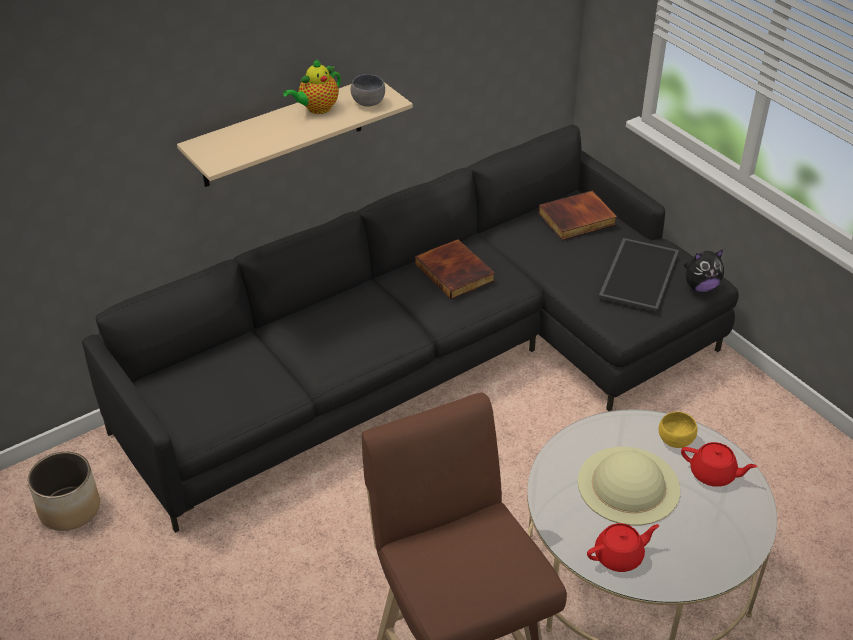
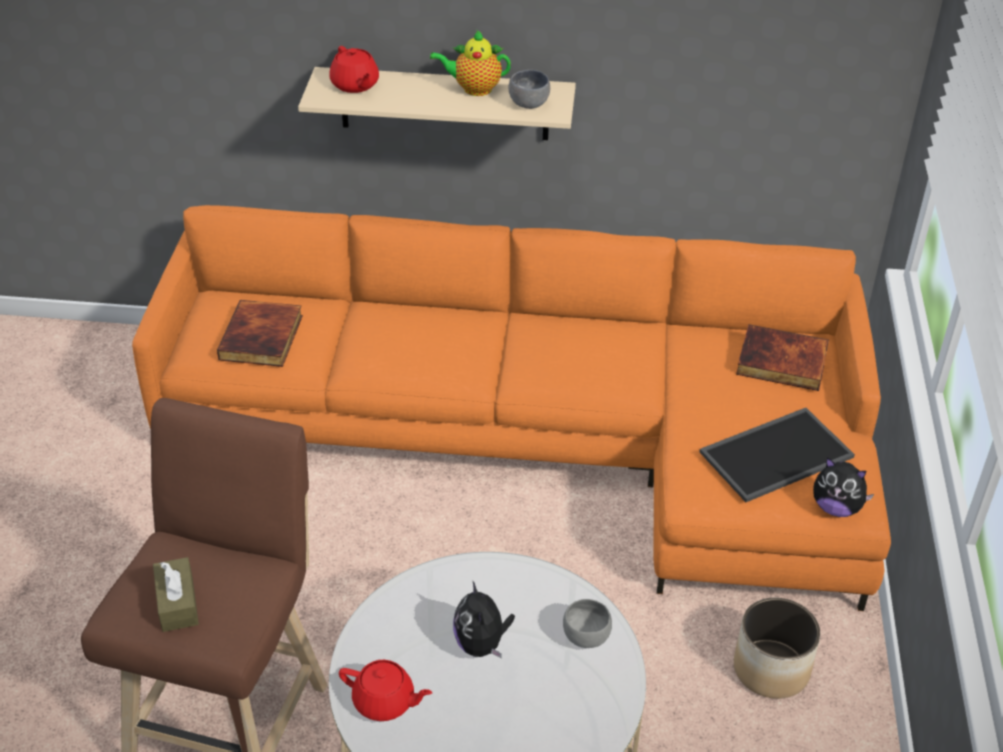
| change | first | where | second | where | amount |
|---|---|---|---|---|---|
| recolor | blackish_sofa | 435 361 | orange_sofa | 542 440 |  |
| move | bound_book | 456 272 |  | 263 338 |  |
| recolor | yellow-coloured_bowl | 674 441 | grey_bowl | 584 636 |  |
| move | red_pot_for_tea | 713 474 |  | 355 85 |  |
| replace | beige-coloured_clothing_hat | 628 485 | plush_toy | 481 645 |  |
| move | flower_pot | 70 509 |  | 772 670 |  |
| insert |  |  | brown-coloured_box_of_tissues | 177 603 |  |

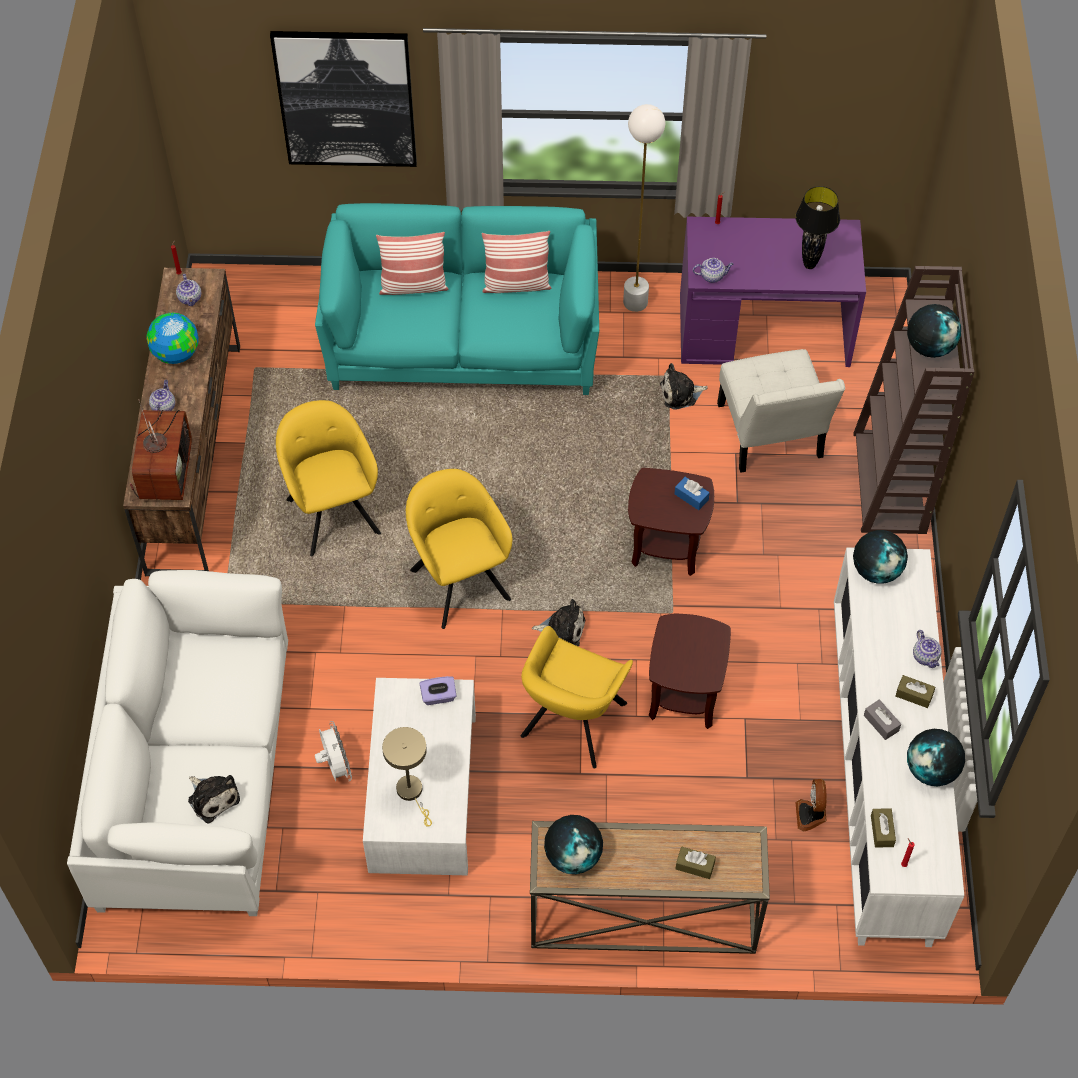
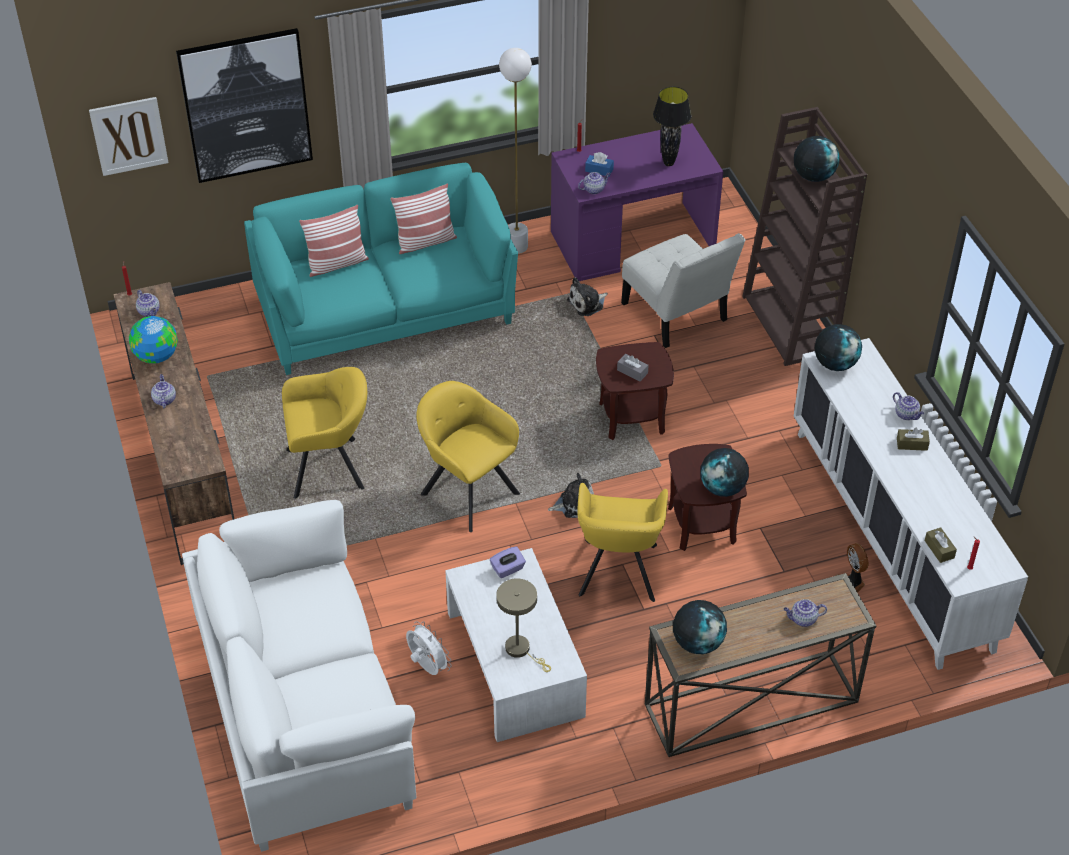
| change | first | where | second | where | amount |
|---|---|---|---|---|---|
| delete | television | 164 470 |  |  |  |
| rotate | yellow-coloured_easy_chair | 333 512 |  | 330 468 | 120 degrees clockwise |
| move | bluish_box_of_tissues | 691 497 |  | 599 170 |  |
| move | grey_box_of_tissues | 881 723 |  | 632 371 |  |
| move | world_globe | 931 770 |  | 723 488 |  |
| delete | plush_toy | 212 797 |  |  |  |
| replace | brown-coloured_box_of_tissues | 695 866 | pot_for_tea | 803 619 |  |
| insert |  |  | wall_picture | 129 136 |  |

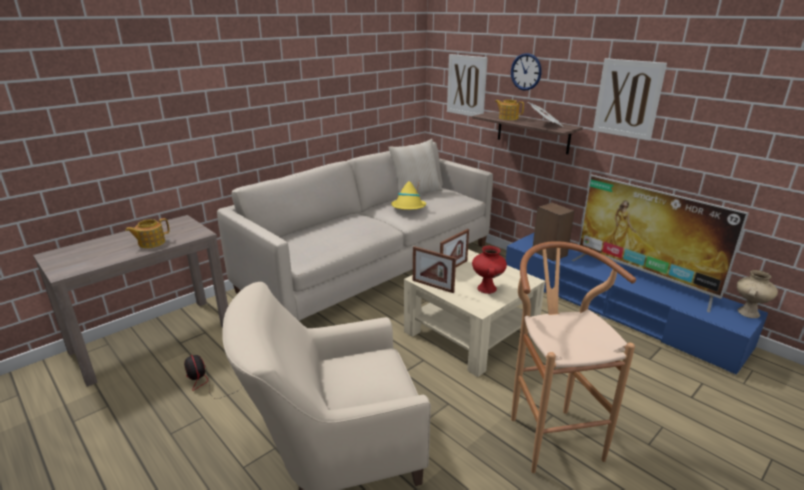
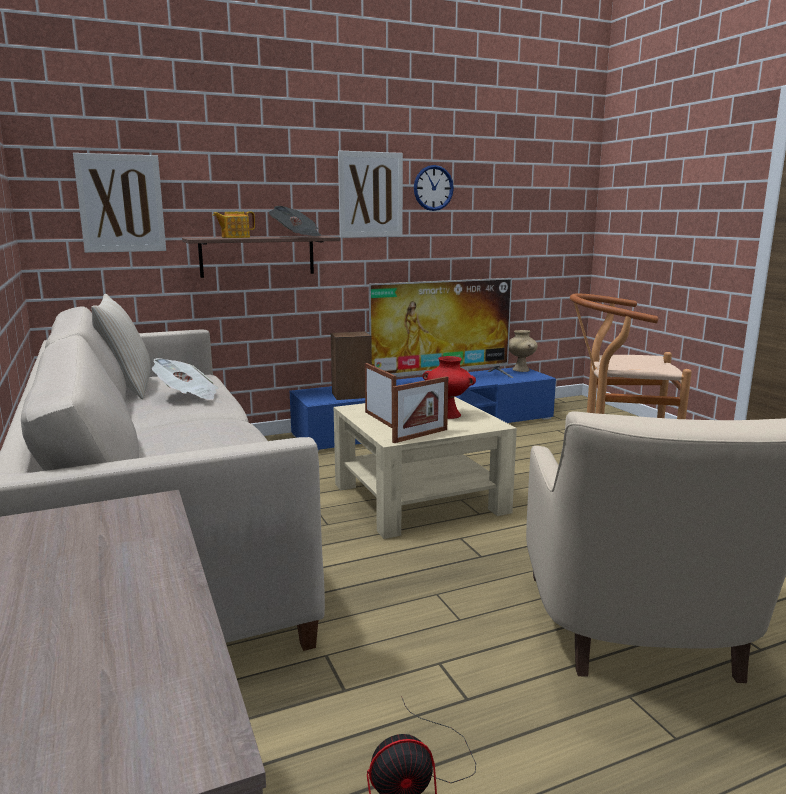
| change | first | where | second | where | amount |
|---|---|---|---|---|---|
| move | hanging_clock | 526 72 |  | 433 188 |  |
| replace | yellow-coloured_clothing_hat | 408 207 | newspaper | 188 395 |  |
| delete | pot_for_tea | 151 243 |  |  |  |

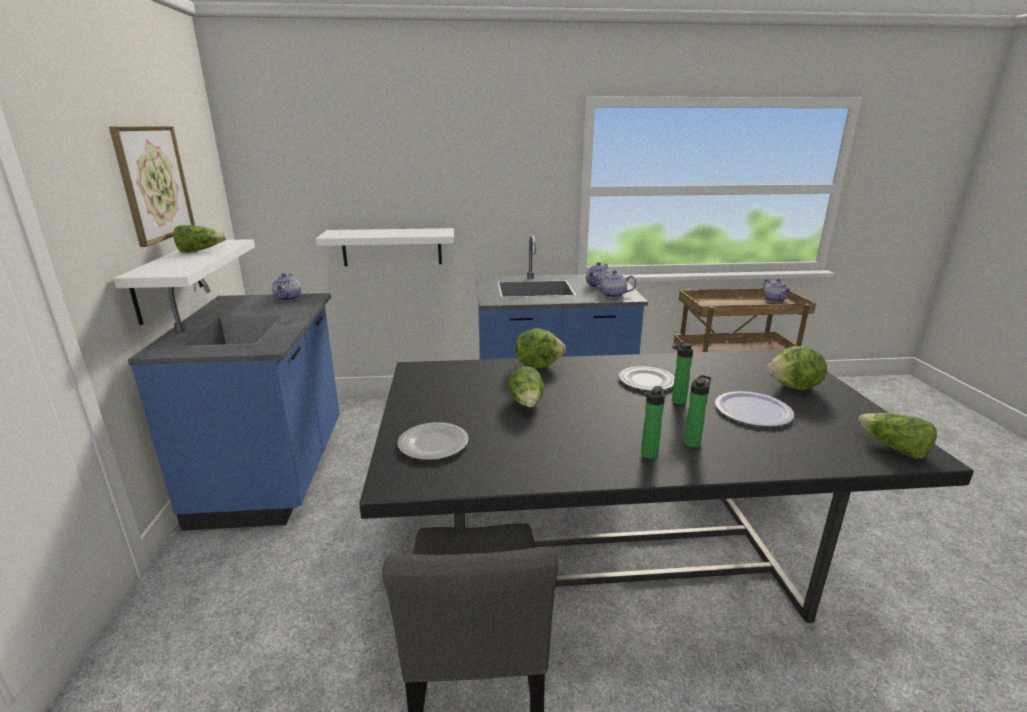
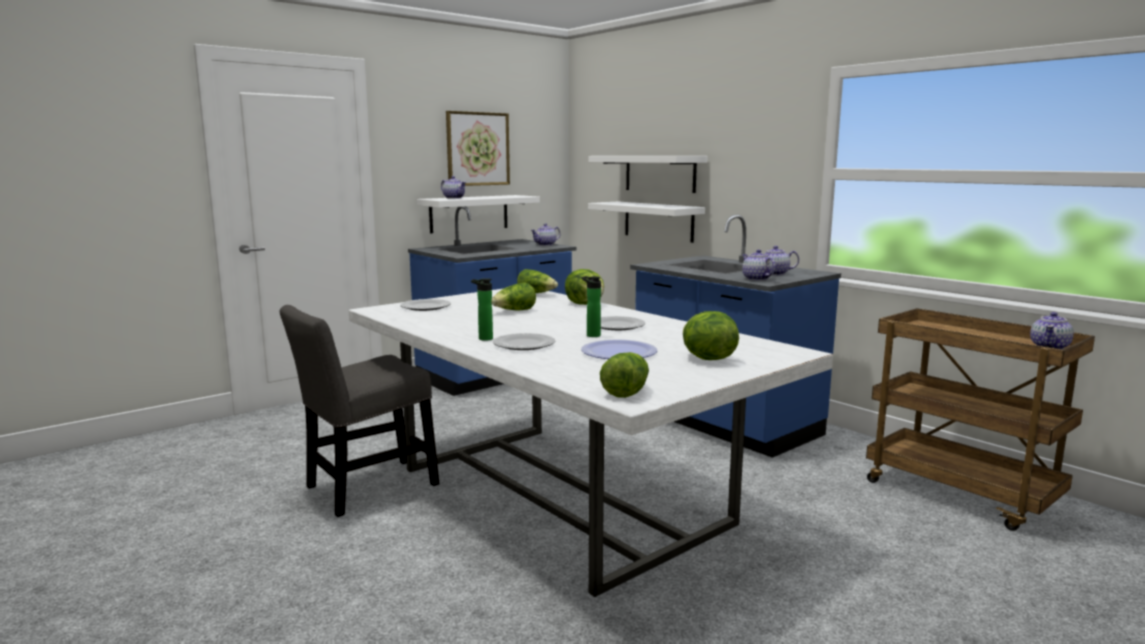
| change | first | where | second | where | amount |
|---|---|---|---|---|---|
| move | lettuce | 200 251 |  | 536 294 |  |
| recolor | blackish_dining_table | 619 559 | white-coloured_dining_table | 561 497 |  |
| replace | drink_bottle | 693 442 | plate | 524 344 |  |
| insert |  |  | white-coloured_wall_shelf | 660 173 |  |
| insert |  |  | pot_for_tea | 454 198 |  |

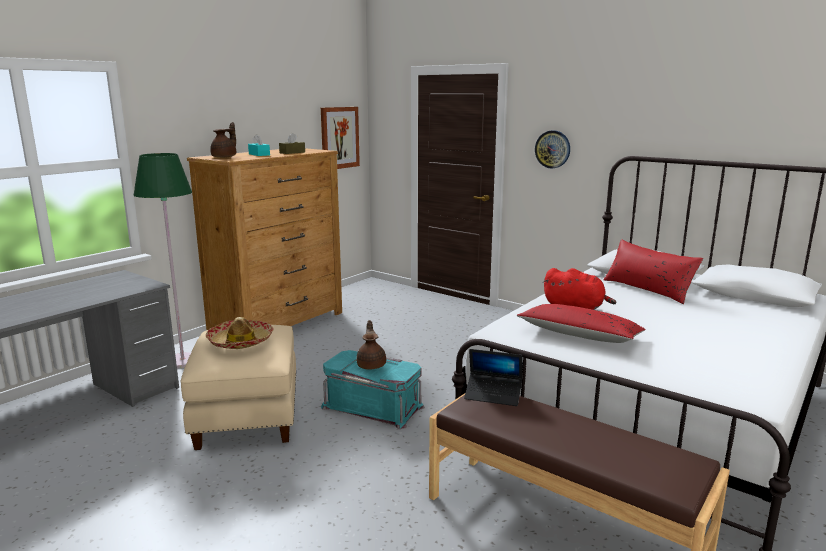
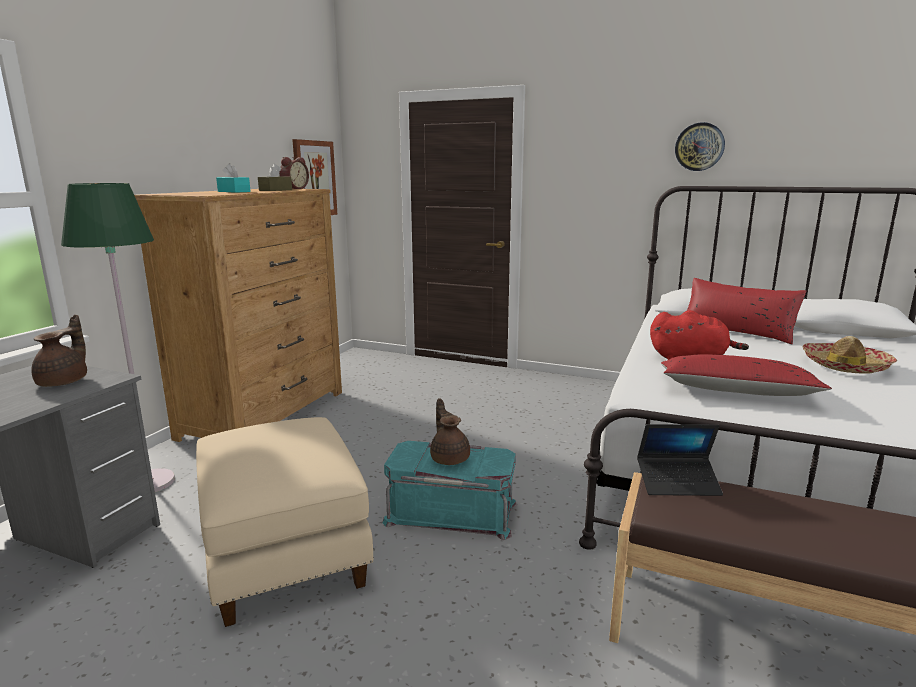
| change | first | where | second | where | amount |
|---|---|---|---|---|---|
| move | brown-coloured_pot_for_tea | 225 157 |  | 65 381 |  |
| move | hanging_clock | 552 149 |  | 699 147 |  |
| move | clothing_hat | 241 341 |  | 845 366 |  |
| insert |  |  | alarm_clock | 294 188 |  |

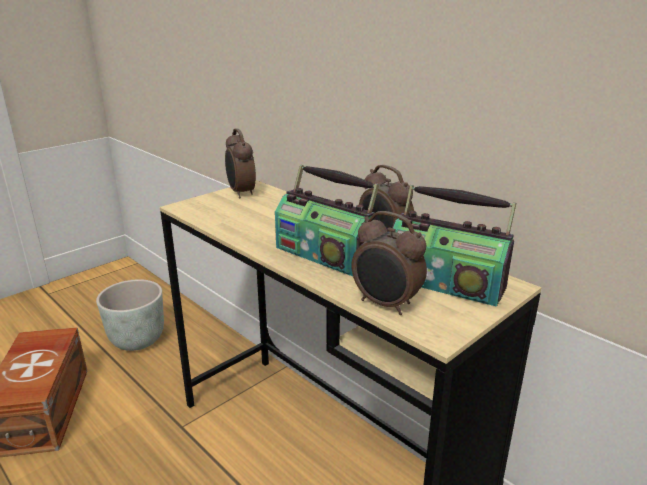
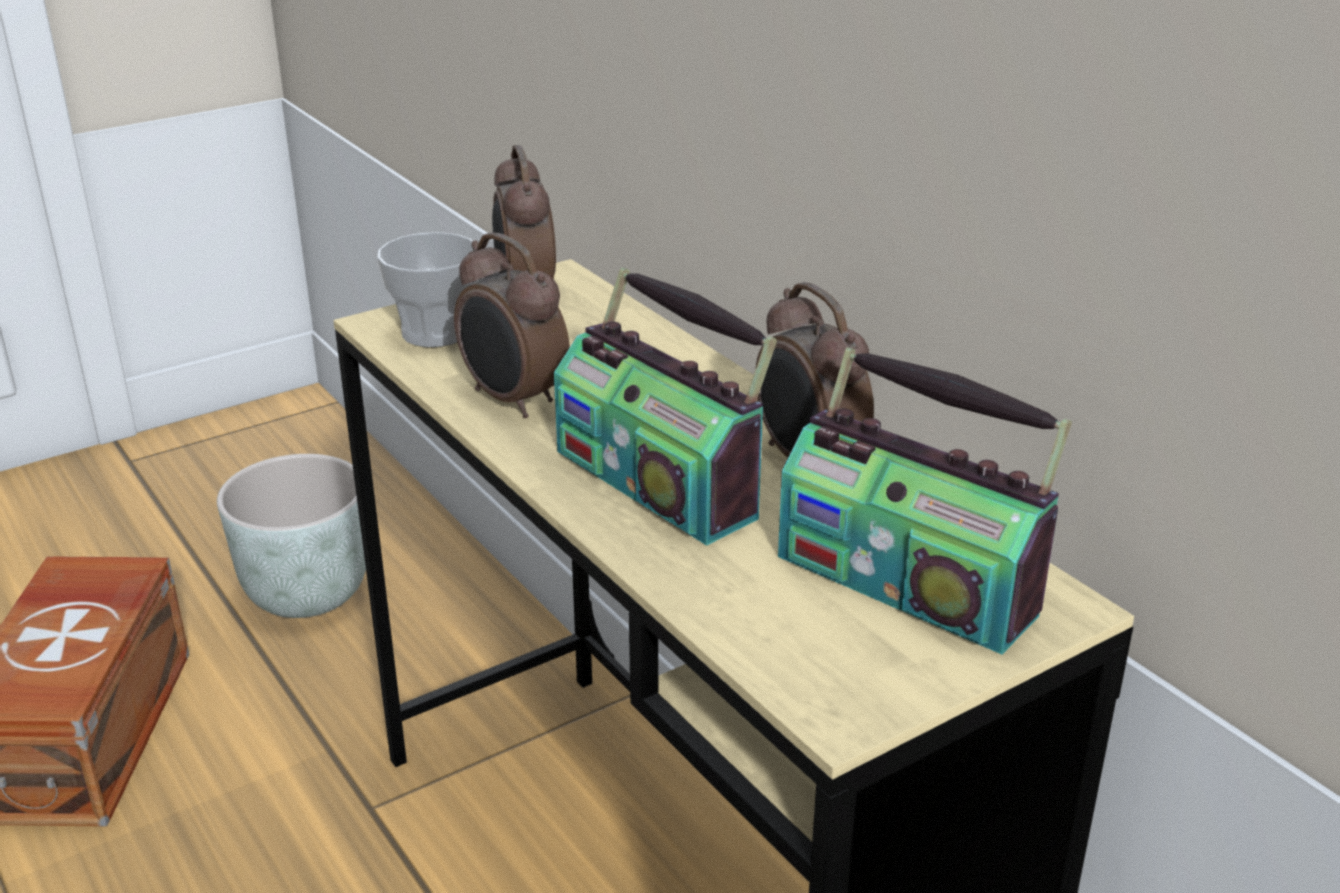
| change | first | where | second | where | amount |
|---|---|---|---|---|---|
| move | alarm_clock | 385 305 |  | 512 400 |  |
| insert |  |  | drinking_cup | 435 332 |  |

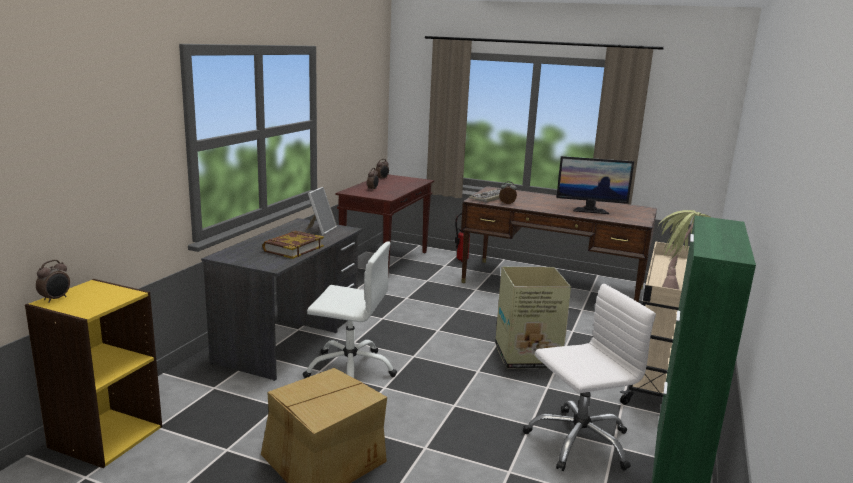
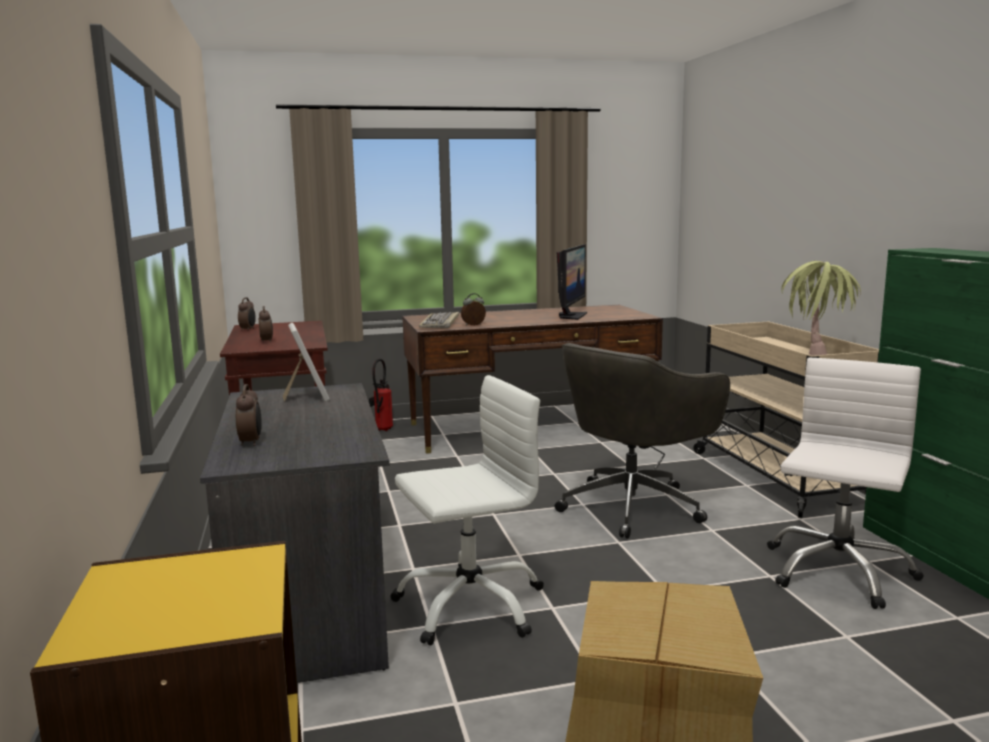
| change | first | where | second | where | amount |
|---|---|---|---|---|---|
| rotate | monitor | 590 210 |  | 571 316 | 45 degrees counterclockwise |
| delete | bound_book | 293 248 |  |  |  |
| move | alarm_clock | 56 299 |  | 251 442 |  |
| replace | packing_box | 525 356 | grey_desk_chair | 634 506 |  |

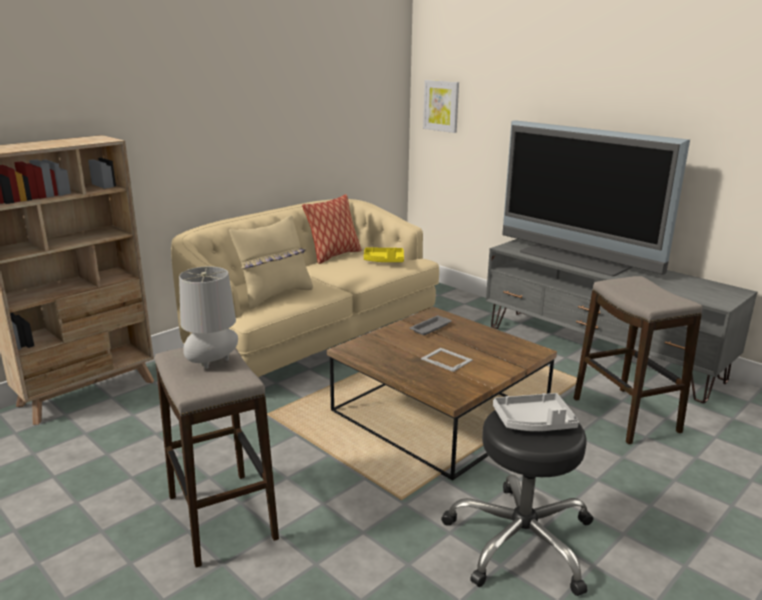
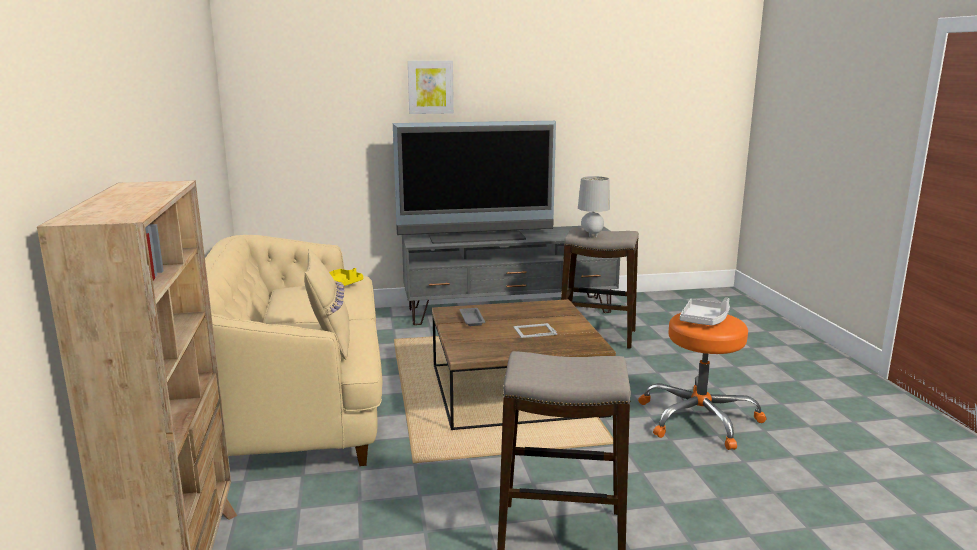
| change | first | where | second | where | amount |
|---|---|---|---|---|---|
| move | wall_picture | 441 106 |  | 430 87 |  |
| delete | pillow | 334 256 |  |  |  |
| move | grey_table_lamp | 212 364 |  | 592 236 |  |
| recolor | blackish_stool_seat | 520 540 | orange_stool_seat | 698 419 |  |

